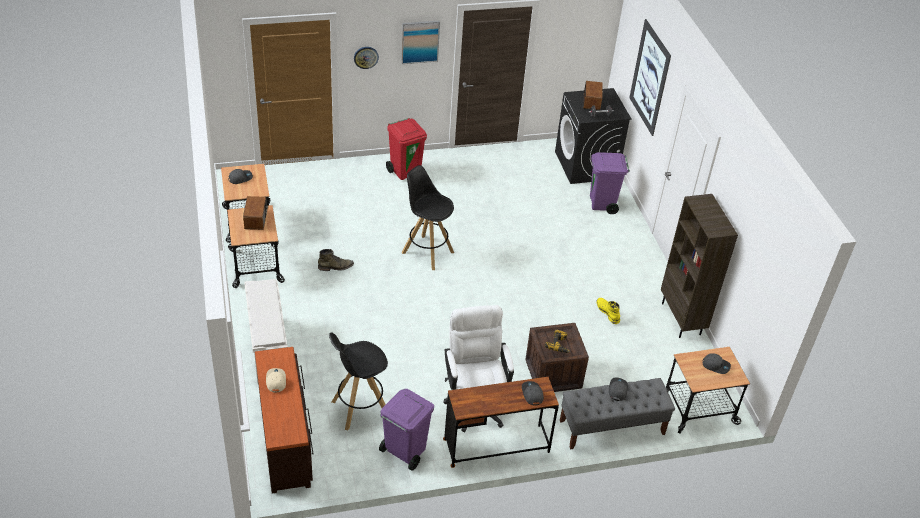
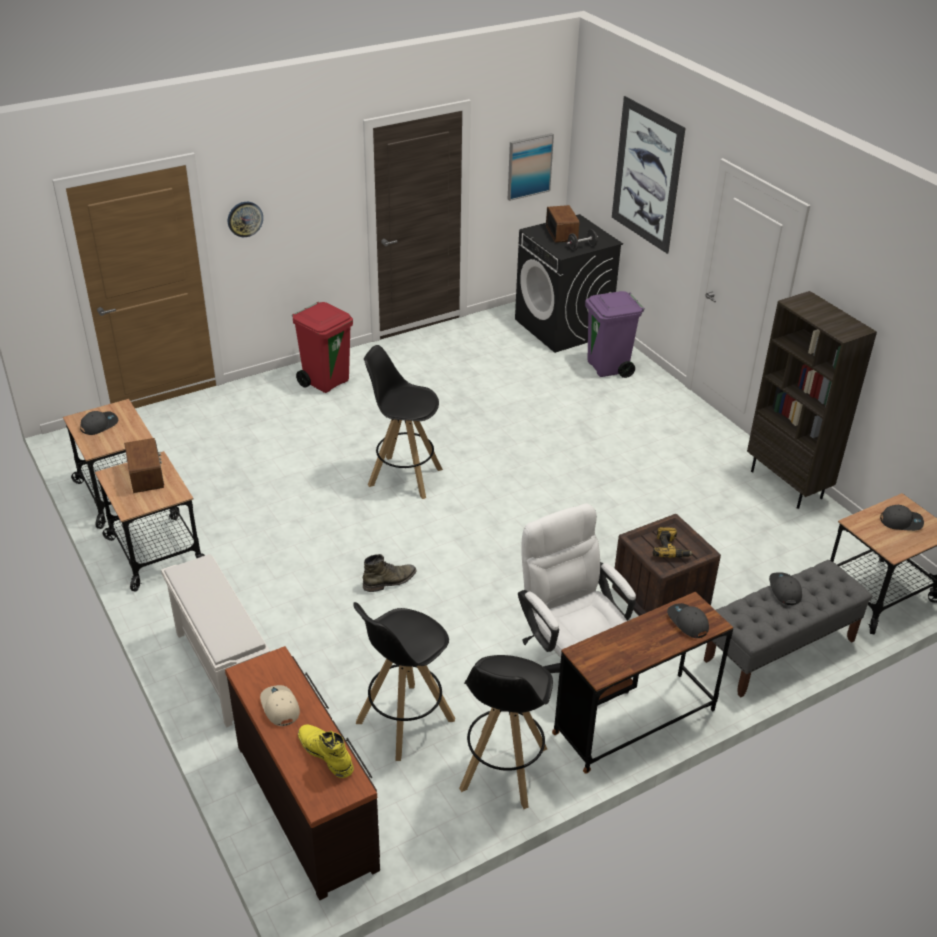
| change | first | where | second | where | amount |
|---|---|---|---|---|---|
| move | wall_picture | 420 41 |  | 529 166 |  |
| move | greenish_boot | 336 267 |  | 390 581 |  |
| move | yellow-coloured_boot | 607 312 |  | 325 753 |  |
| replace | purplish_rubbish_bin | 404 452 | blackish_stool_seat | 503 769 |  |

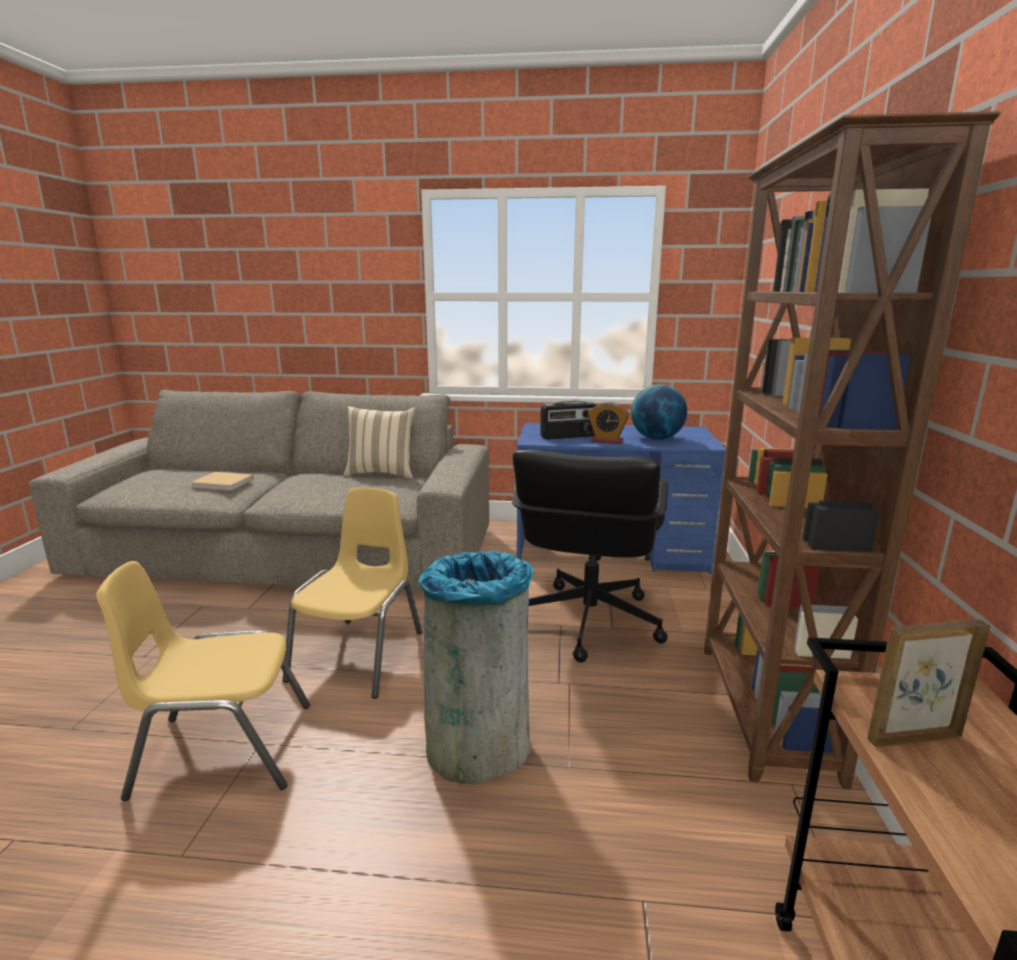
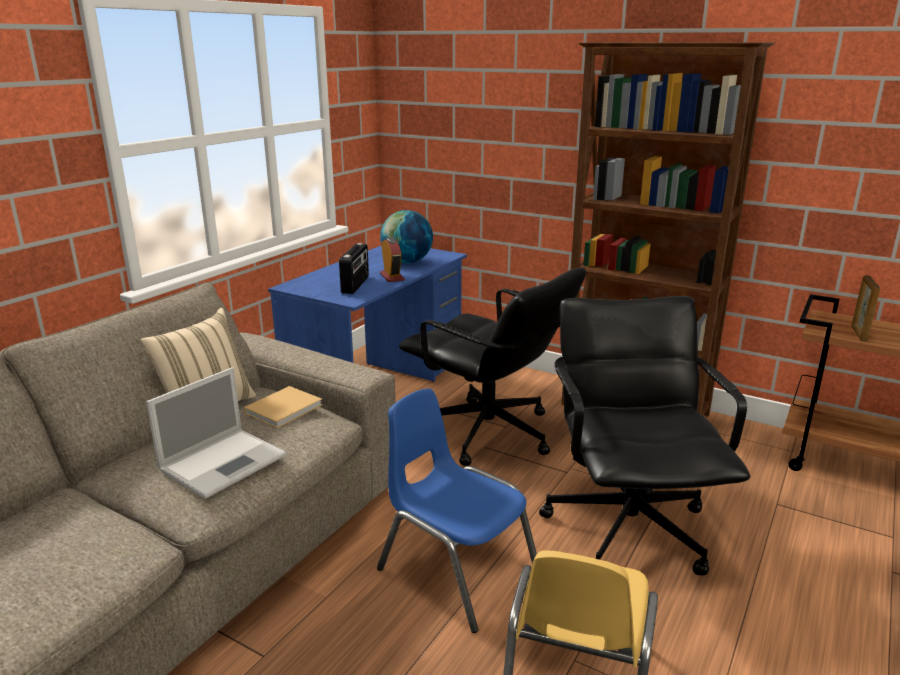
| change | first | where | second | where | amount |
|---|---|---|---|---|---|
| rotate | alarm_clock | 606 441 |  | 392 277 | 60 degrees counterclockwise |
| move | beige-coloured_bound_book | 224 483 |  | 285 408 |  |
| recolor | yellow-coloured_chair | 359 656 | bluish_chair | 457 570 |  |
| replace | grey_rubbish_bin | 480 746 | blackish_desk_chair | 628 528 |  |
| insert |  |  | portable_computer | 225 462 |  |

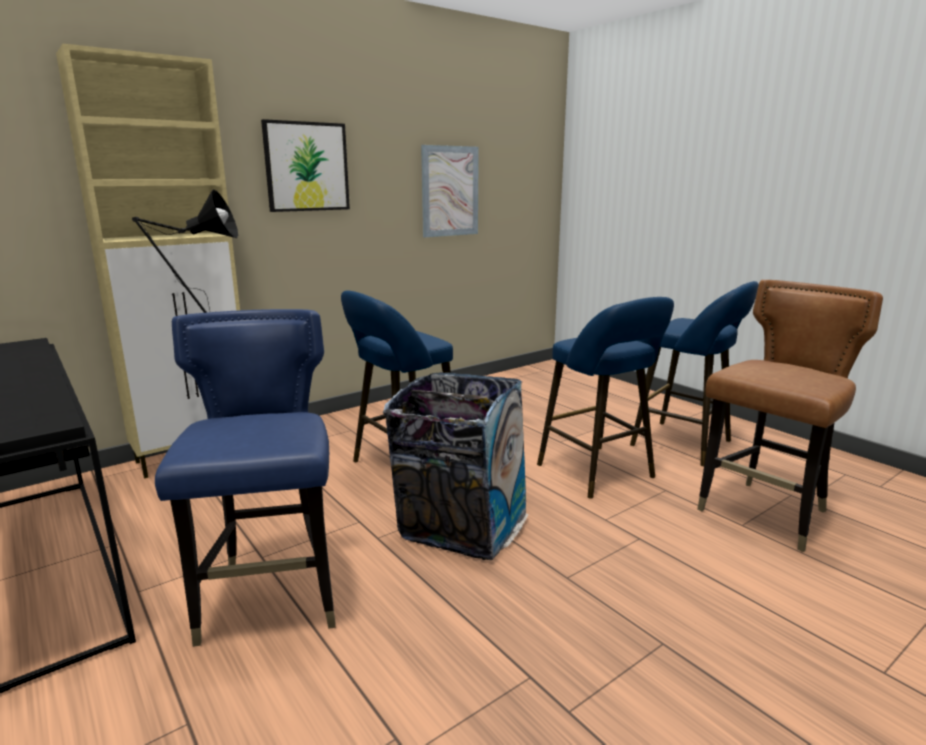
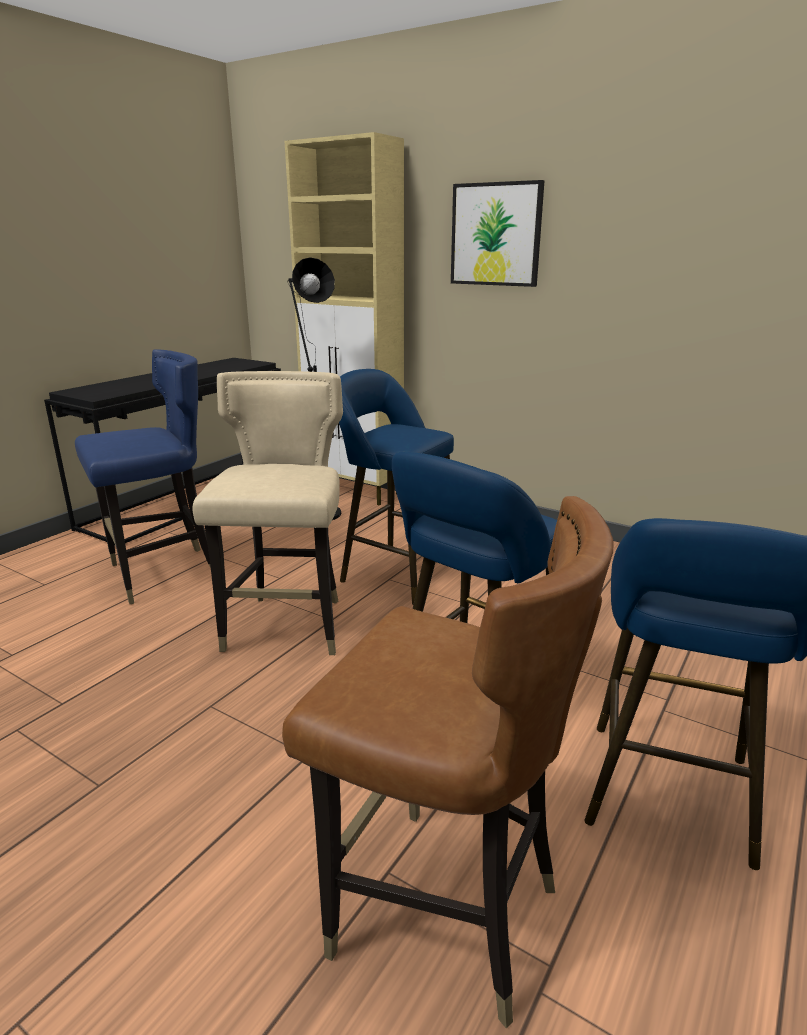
| change | first | where | second | where | amount |
|---|---|---|---|---|---|
| delete | wall_picture | 450 191 |  |  |  |
| replace | rubbish_bin | 460 527 | beige-coloured_chair | 288 627 |  |

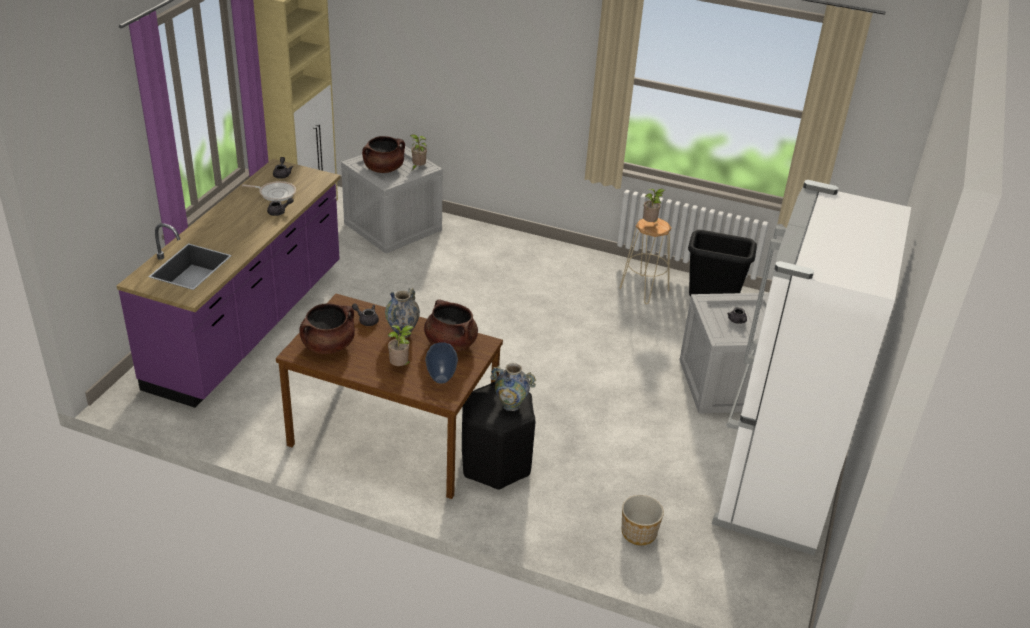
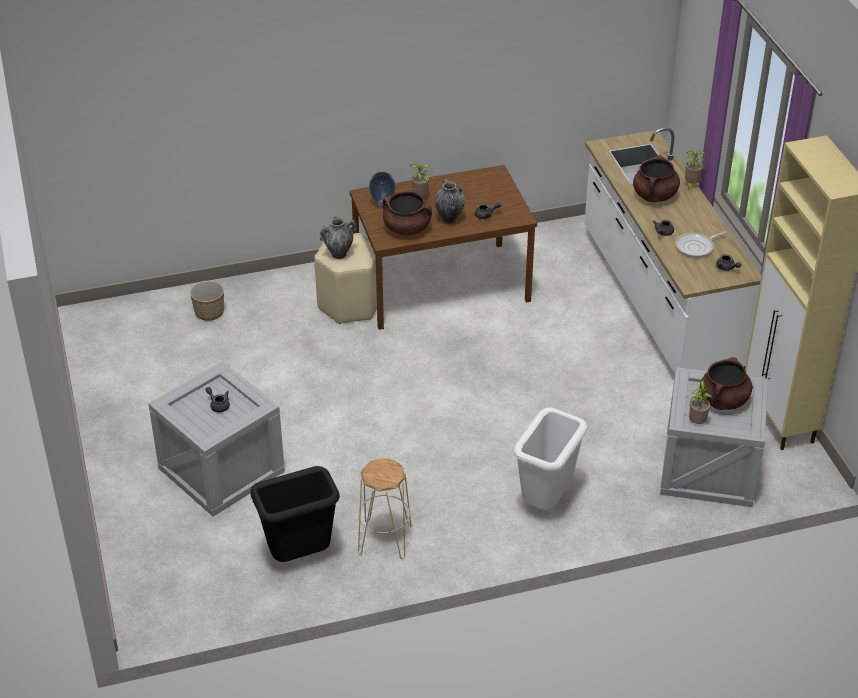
| change | first | where | second | where | amount |
|---|---|---|---|---|---|
| recolor | purplish_counter | 249 326 | white-coloured_counter | 658 302 |  |
| delete | white-coloured_fridge | 773 487 |  |  |  |
| move | houseplant | 650 223 |  | 691 185 |  |
| move | brown-coloured_saucepot | 328 345 |  | 655 195 |  |
| recolor | blackish_stool_seat | 495 464 | beige-coloured_stool_seat | 350 304 |  |
| insert |  |  | white-coloured_rubbish_bin | 546 500 |  |

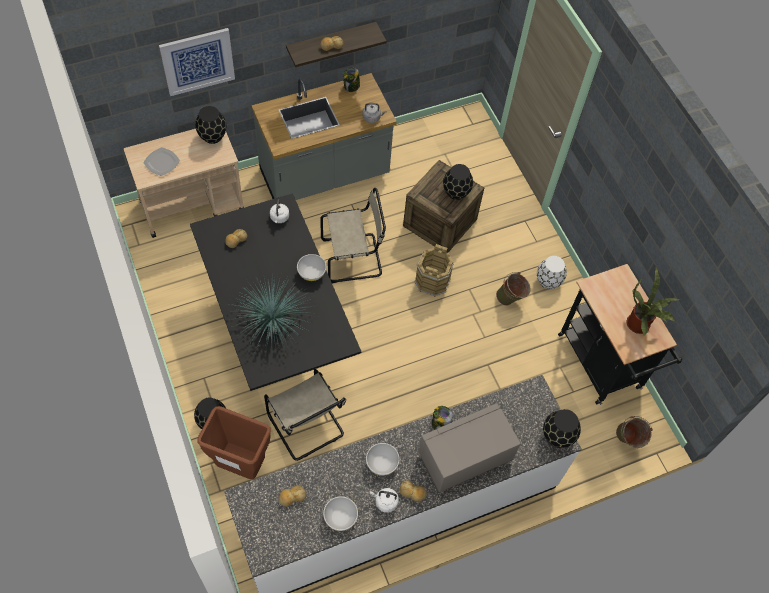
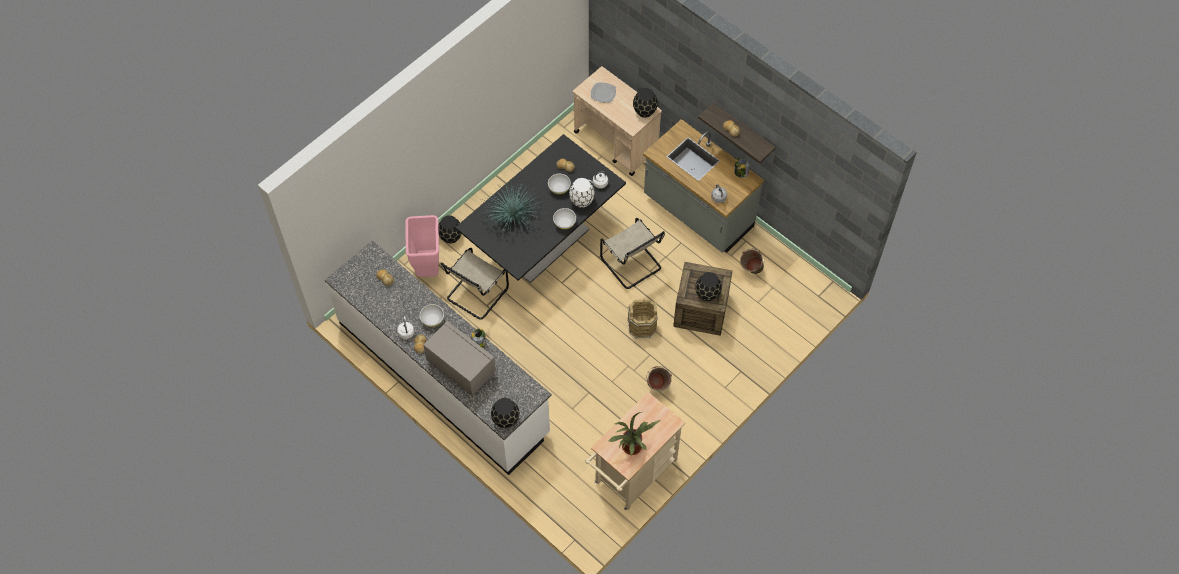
| change | first | where | second | where | amount |
|---|---|---|---|---|---|
| delete | wall_picture | 197 61 |  |  |  |
| move | white-coloured_flower_vase | 548 281 |  | 582 201 |  |
| recolor | blackish_wheeled_cart | 602 366 | beige-coloured_wheeled_cart | 632 476 |  |
| recolor | brown-coloured_rubbish_bin | 240 465 | pink-coloured_rubbish_bin | 428 268 |  |
| move | greenish_pail | 627 441 |  | 750 271 |  |
| move | white-coloured_bowl | 340 517 |  | 559 188 |  |

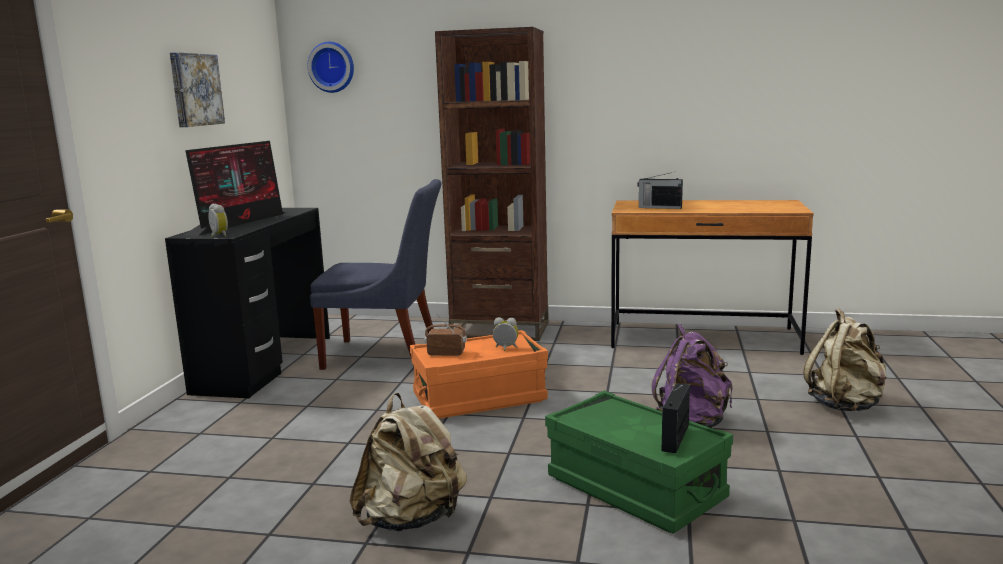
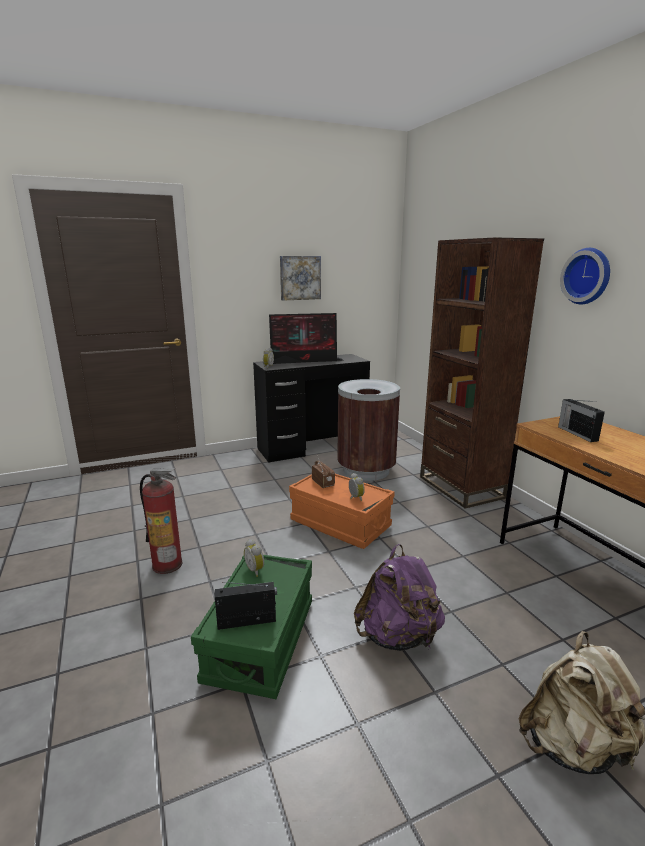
| change | first | where | second | where | amount |
|---|---|---|---|---|---|
| move | hanging_clock | 332 67 |  | 588 276 |  |
| replace | bluish_chair | 387 355 | brown-coloured_rubbish_bin | 366 470 |  |
| replace | beige-coloured_rucksack | 412 520 | fire_extinguisher | 168 564 |  |
| insert |  |  | alarm_clock | 256 570 |  |

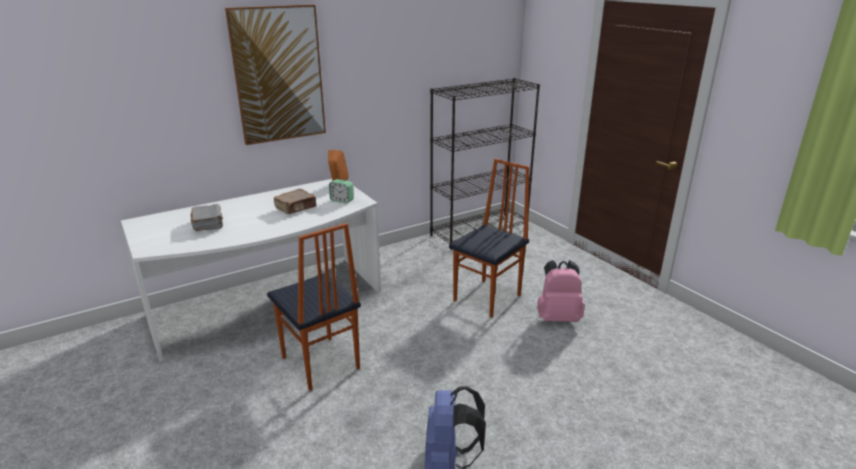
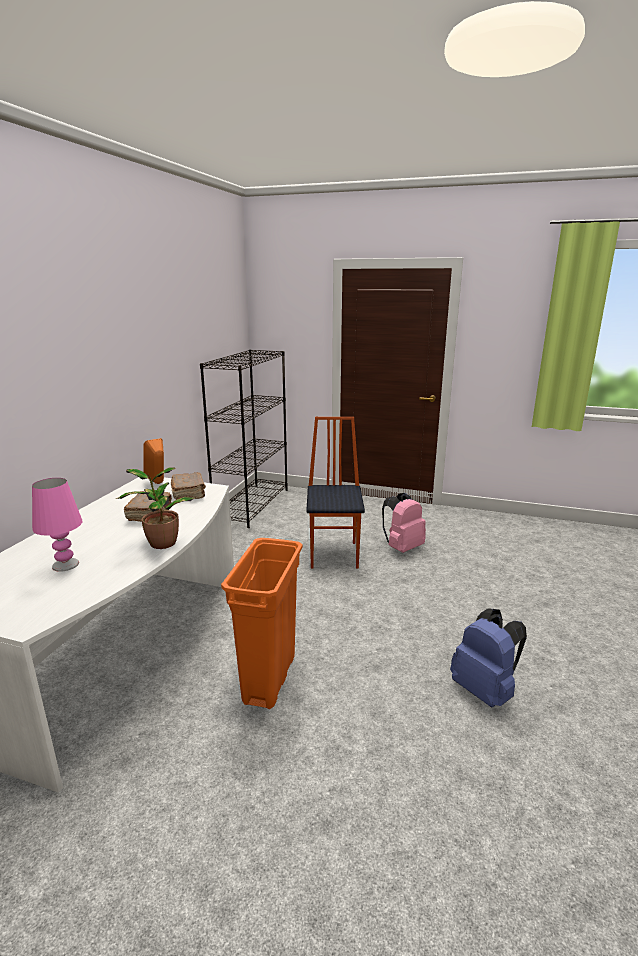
| change | first | where | second | where | amount |
|---|---|---|---|---|---|
| delete | wall_picture | 278 75 |  |  |  |
| replace | alarm_clock | 342 200 | brown-coloured_bound_book | 189 493 |  |
| replace | grey_bound_book | 208 224 | pink-coloured_table_lamp | 65 564 |  |
| replace | chair | 319 364 | orange_rubbish_bin | 269 680 |  |
| insert |  |  | houseplant | 161 543 |  |

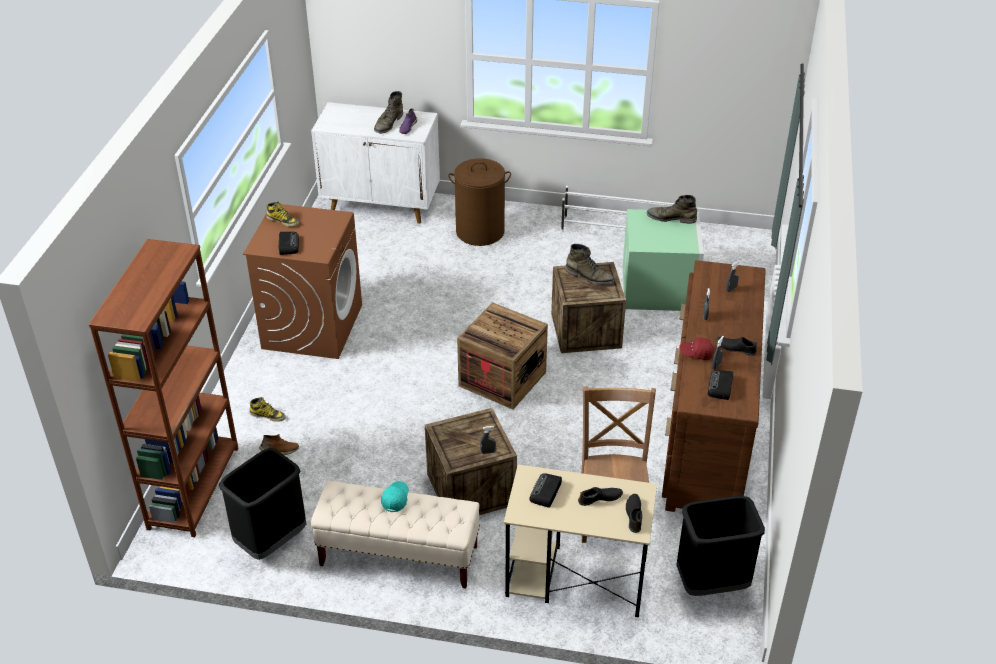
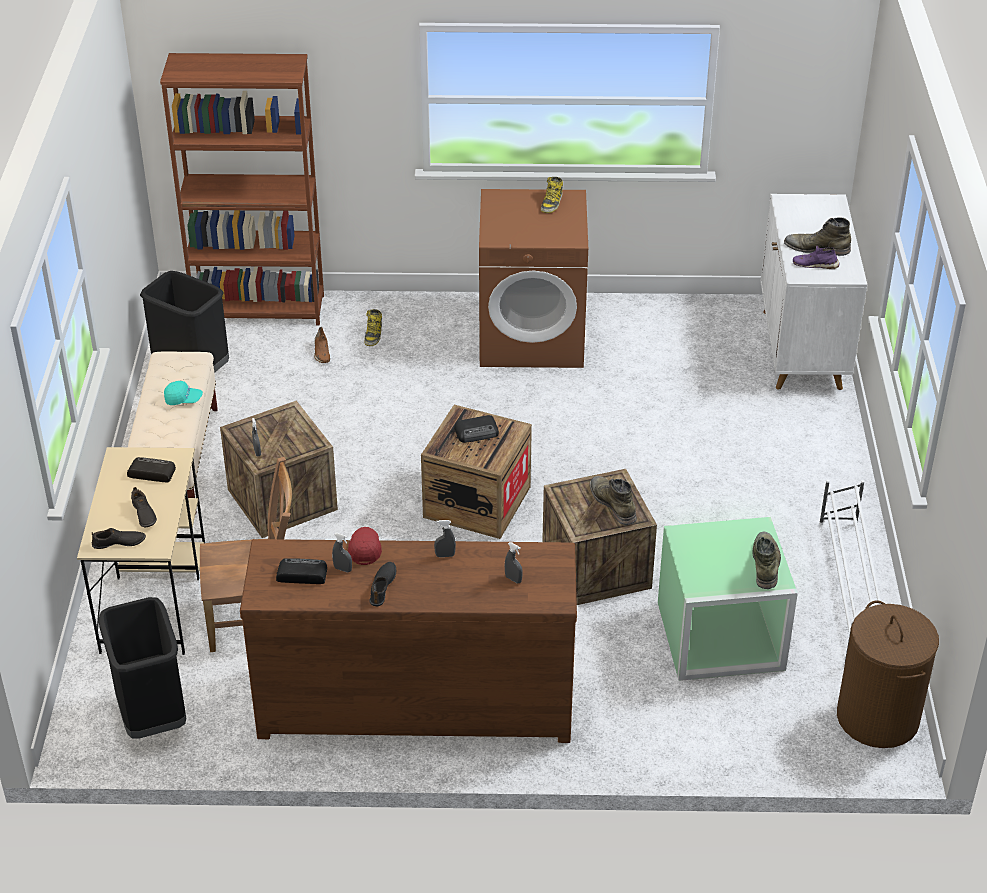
| change | first | where | second | where | amount |
|---|---|---|---|---|---|
| move | brown-coloured_hamper | 480 232 |  | 878 718 |  |
| move | radio_receiver | 288 245 |  | 477 432 |  |
| rotate | greenish_boot | 589 277 |  | 612 503 | 135 degrees clockwise |

